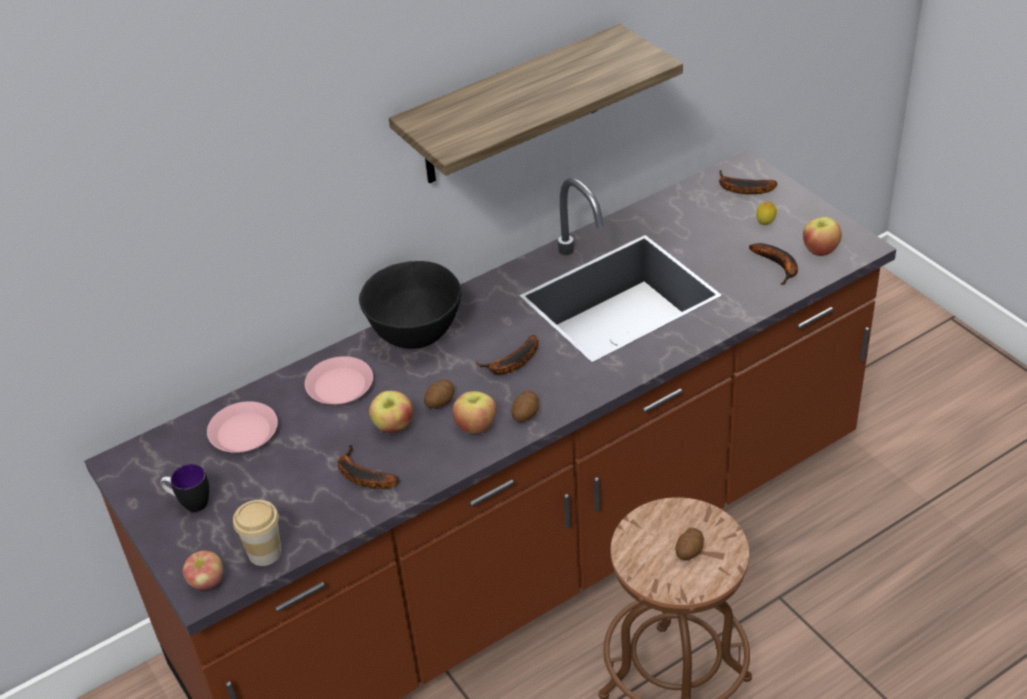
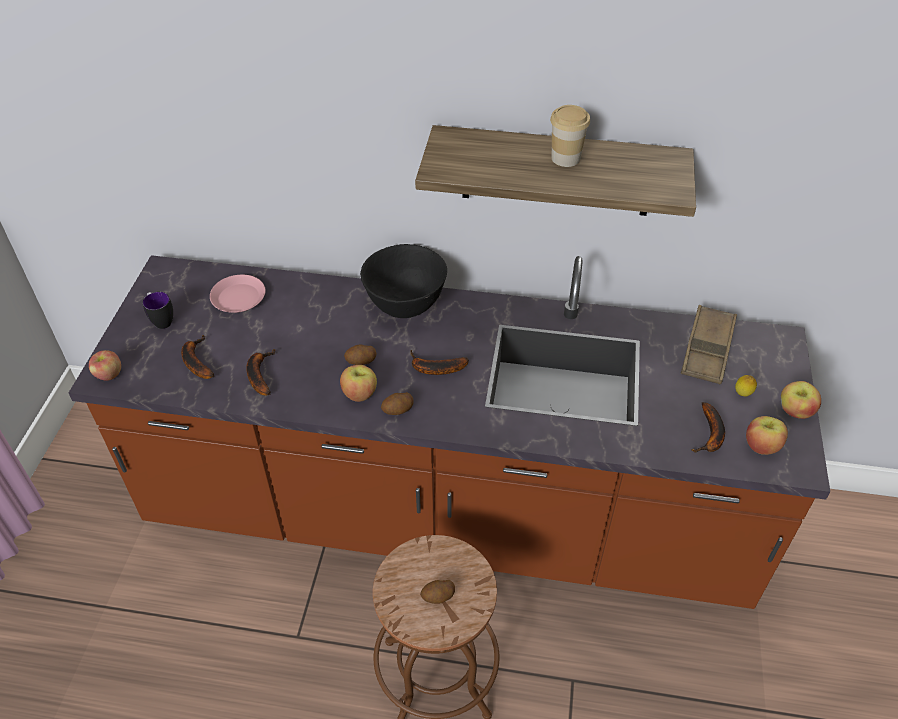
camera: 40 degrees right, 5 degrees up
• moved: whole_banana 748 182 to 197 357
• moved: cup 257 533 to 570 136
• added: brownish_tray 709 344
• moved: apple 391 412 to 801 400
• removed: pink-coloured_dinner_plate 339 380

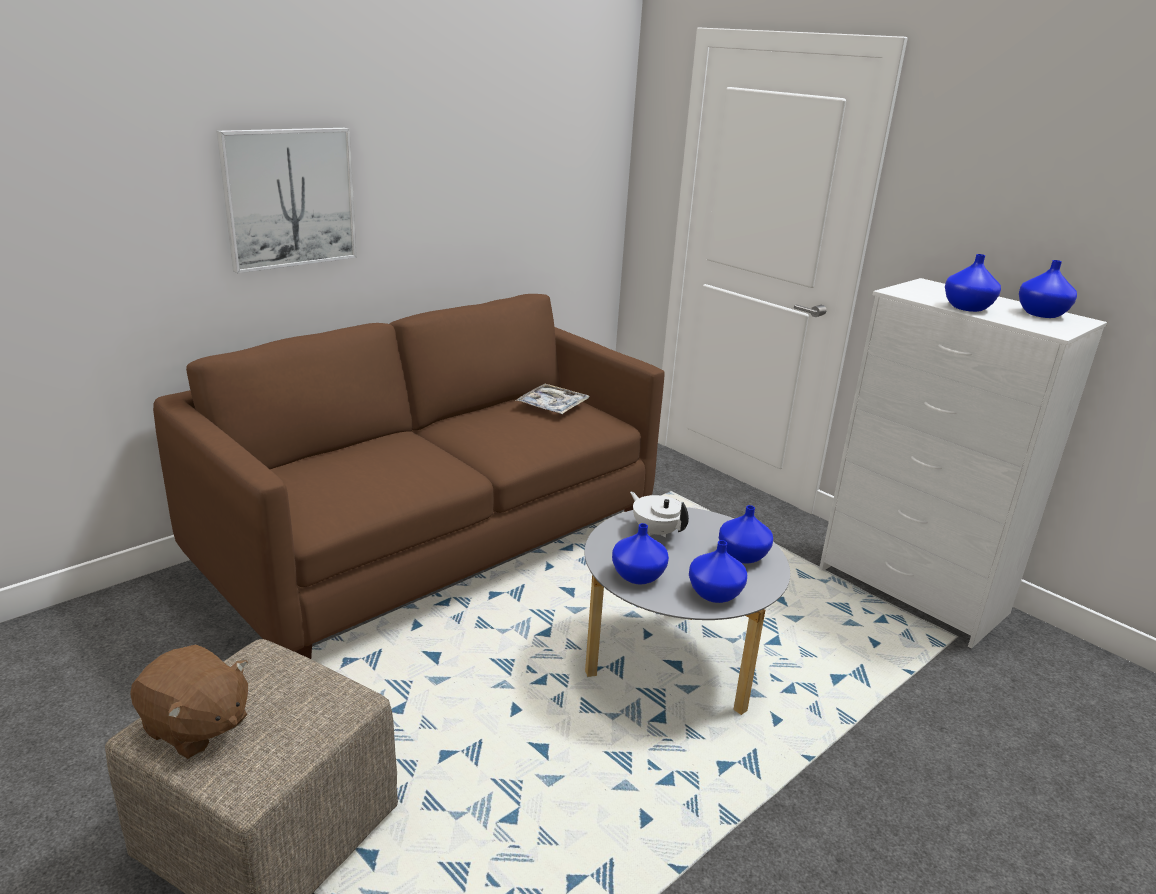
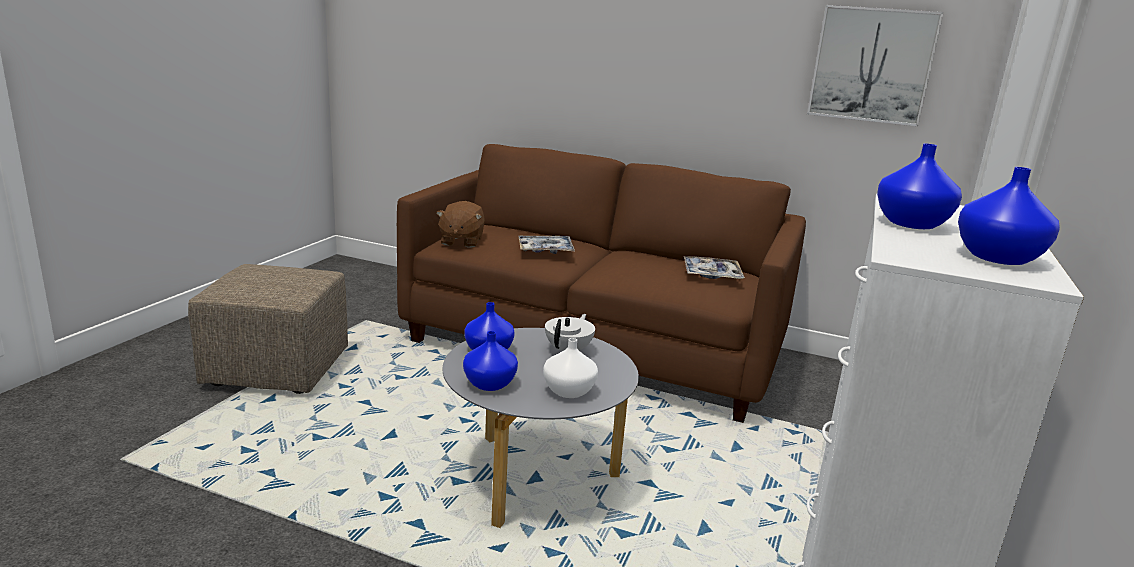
camera: 65 degrees right, 5 degrees down
• moved: brownish_soft_toy 189 701 to 460 224
• added: tray 546 245
• recoloured: blue-coloured_decorative_vase 746 534 to white_decorative_vase 570 368
• moved: wall_art 287 200 to 875 66

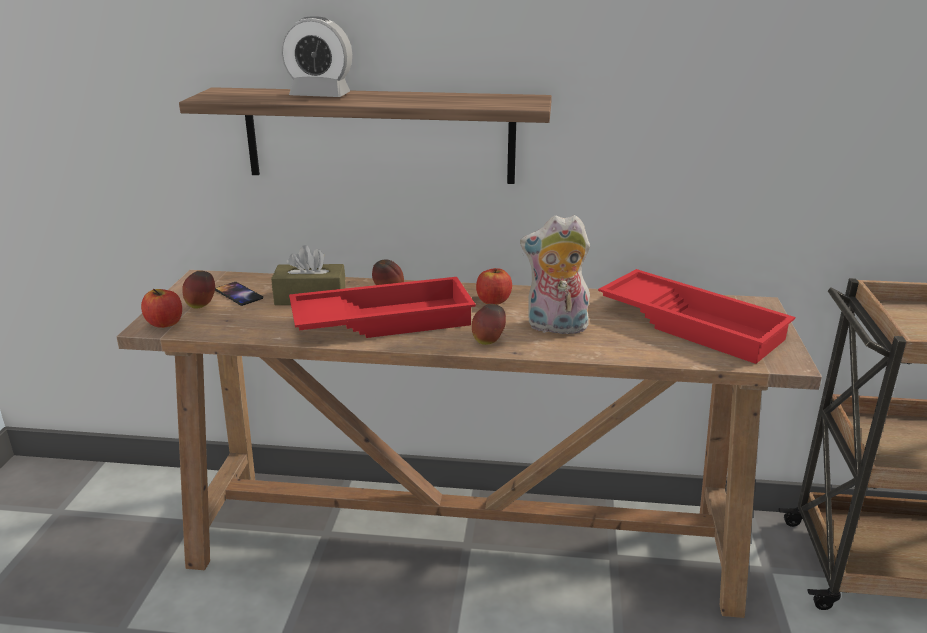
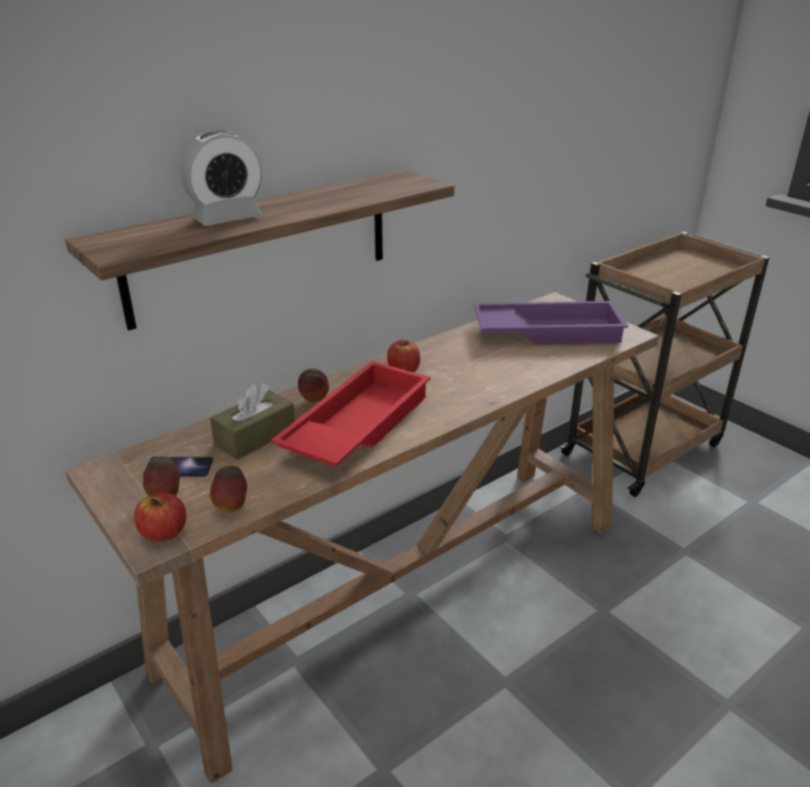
camera: 45 degrees left, 5 degrees up
• moved: apple 489 324 to 228 490
• recoloured: red-coloured_tray 696 316 to purple_tray 551 322
• removed: soft_toy 555 276

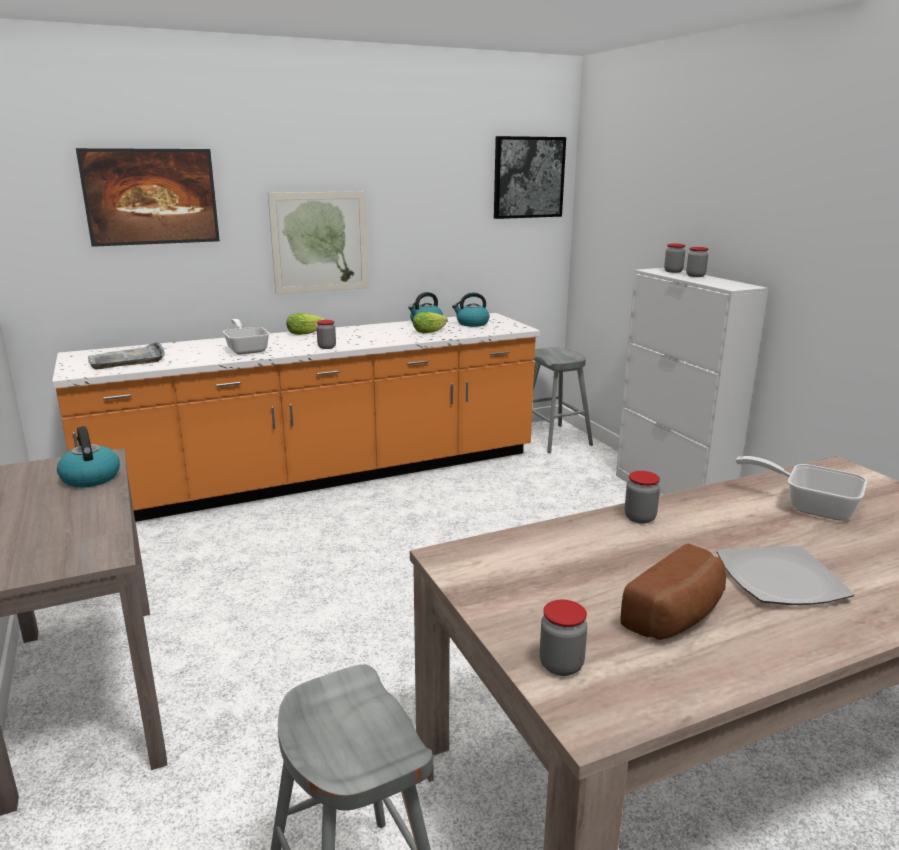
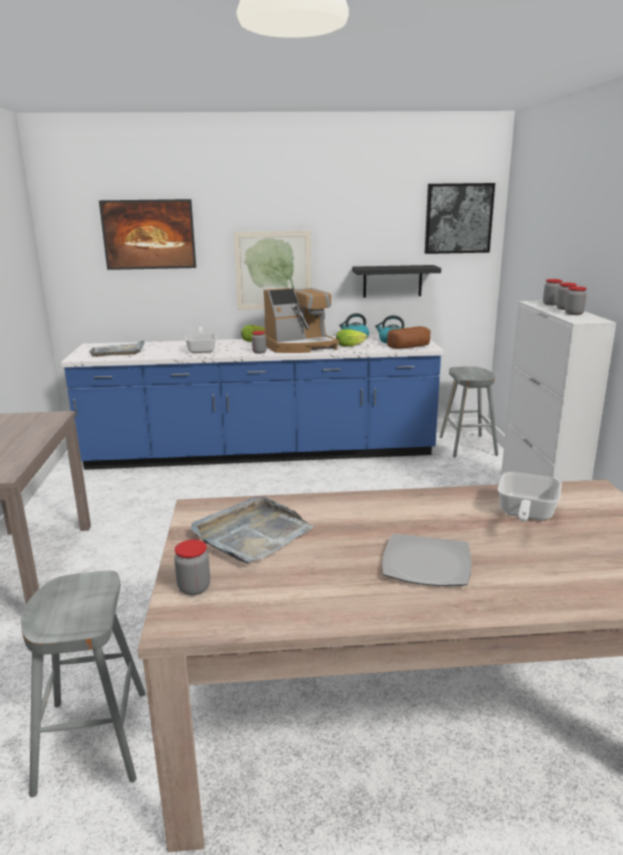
camera: 20 degrees right, 0 degrees up
• recoloured: orangey_kitchen_base_unit 296 417 to blue-coloured_kitchen_base_unit 252 402
• added: grey_tray 252 530
• added: coffee_brewer 301 320
• added: black-coloured_bracket_shelf 396 281
• moved: baked_bread 673 592 to 409 337
• turned: pan 801 488 = 530 497 120 degrees counterclockwise
• moved: preserve_jar 642 497 to 576 300
• removed: kettle 88 457

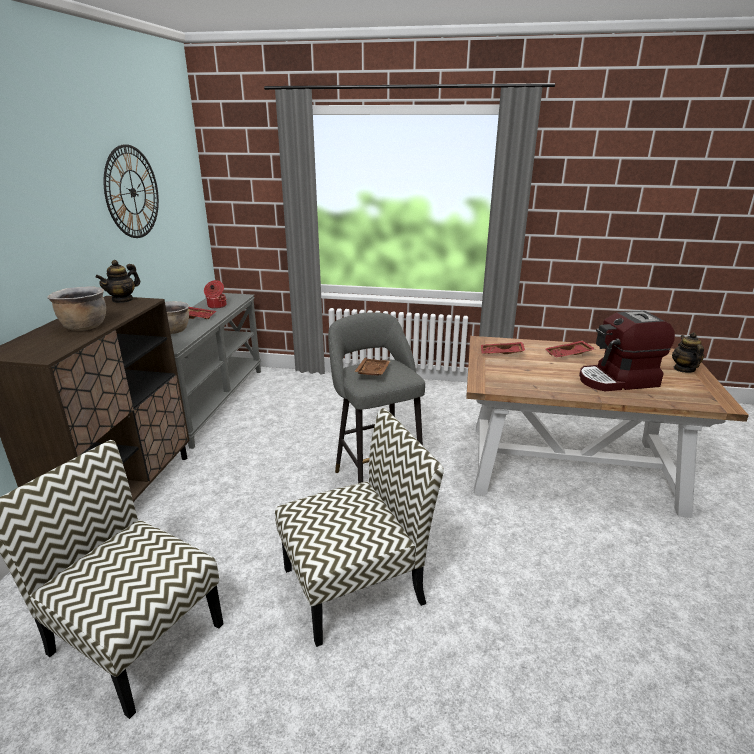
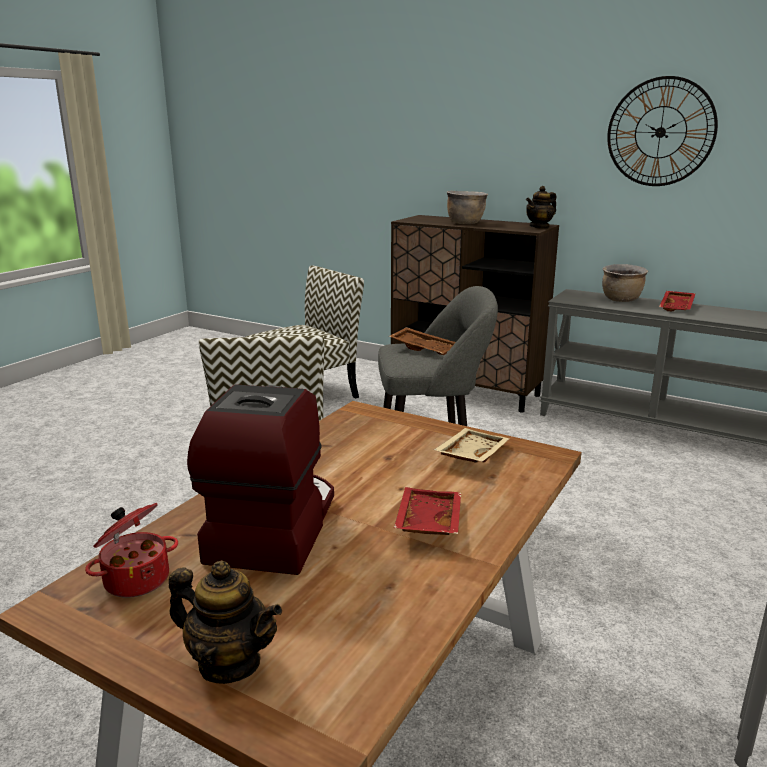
camera: 110 degrees right, 5 degrees down
• moved: cooking_pot 215 294 to 131 550
• recoloured: red-coloured_tray 503 348 to beige_tray 472 445
• turned: teapot 118 281 = 541 207 90 degrees counterclockwise

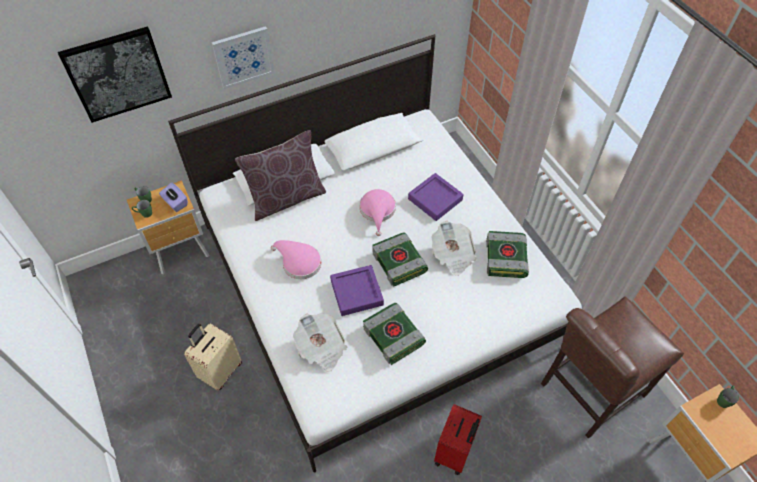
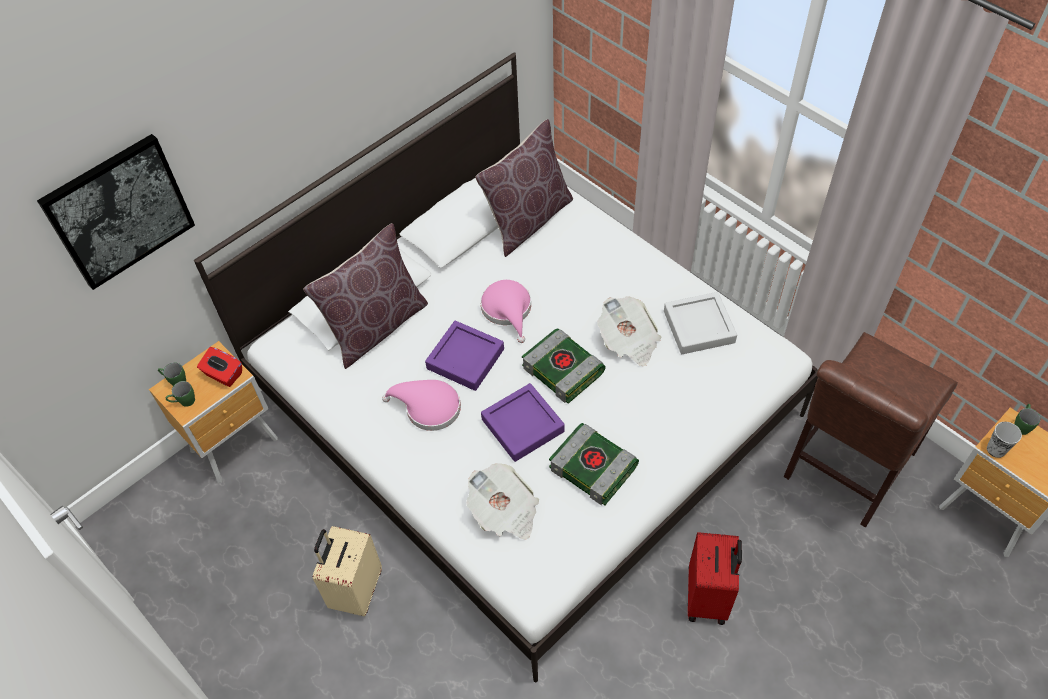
camera: 15 degrees left, 0 degrees up
• recoloured: purple_tissue_box 173 197 to red-coloured_tissue_box 219 367
• moved: purple_tray 436 197 to 464 356
• added: brownish_pillow 524 188
• replaced: volume 507 254 to grey_tray 700 323
• added: cup 1004 440
• removed: wall_art 243 57

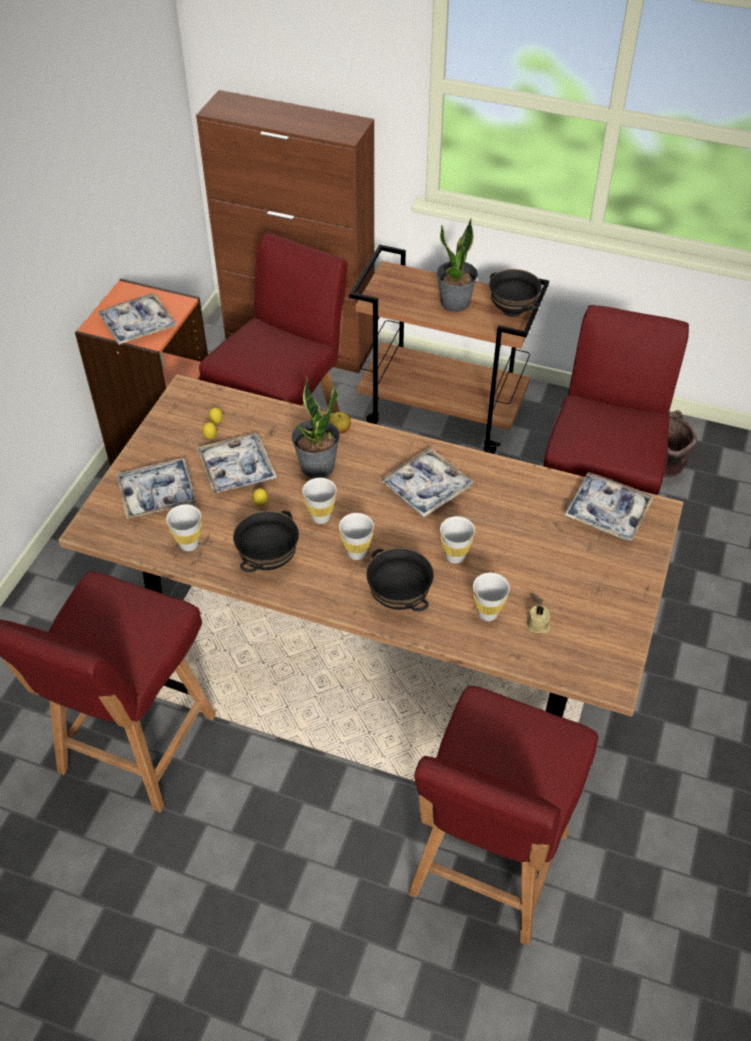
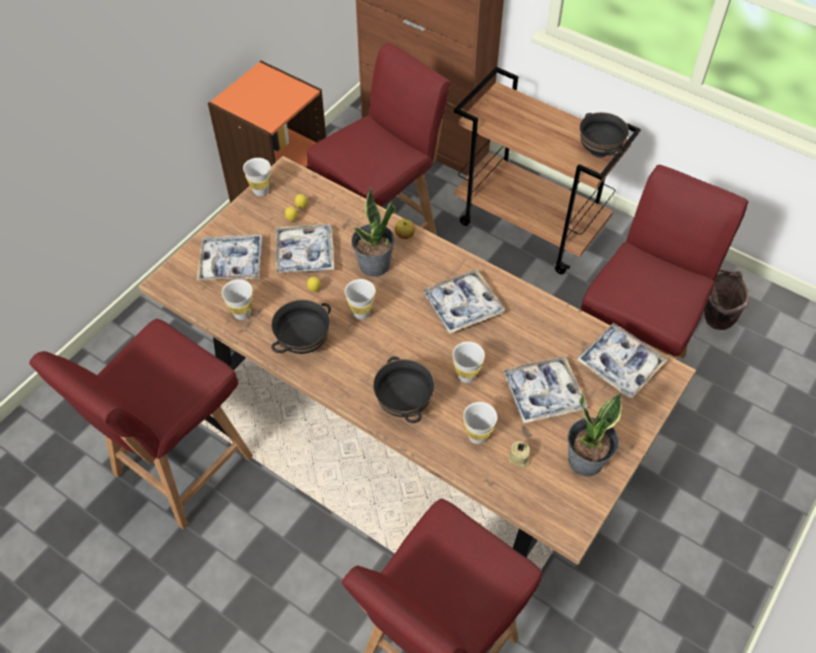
camera: 15 degrees right, 5 degrees up
• moved: white_cup 356 536 to 257 177
• moved: tray 137 319 to 545 390
• moved: plant_in_a_pot 457 265 to 594 434

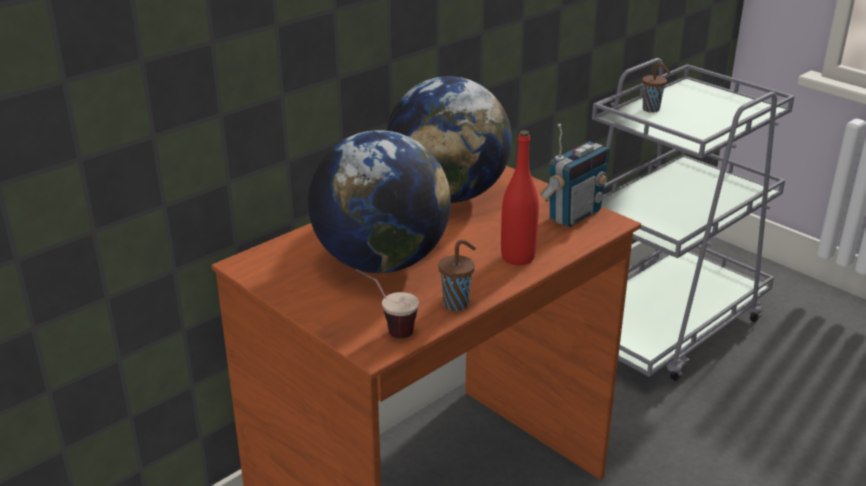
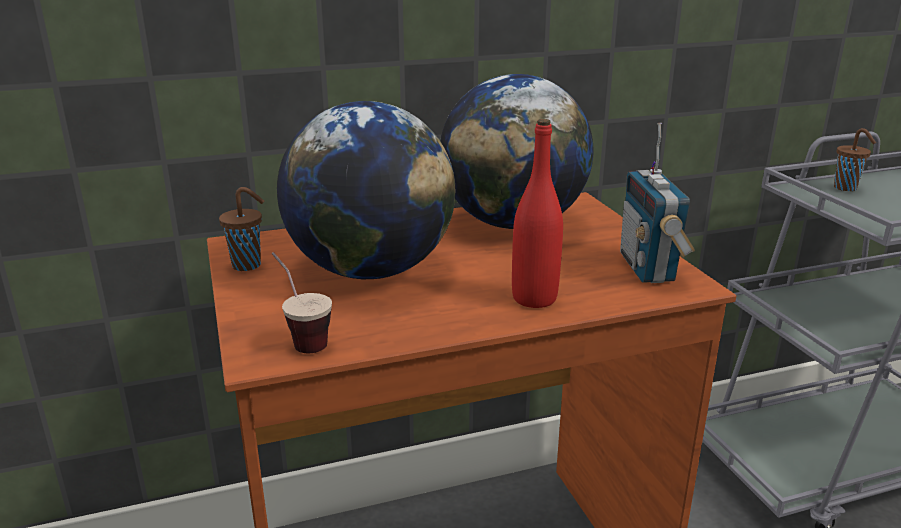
camera: 25 degrees right, 5 degrees down
• moved: brownish_cup 457 275 to 241 229
• turned: radio 575 175 = 657 203 105 degrees clockwise

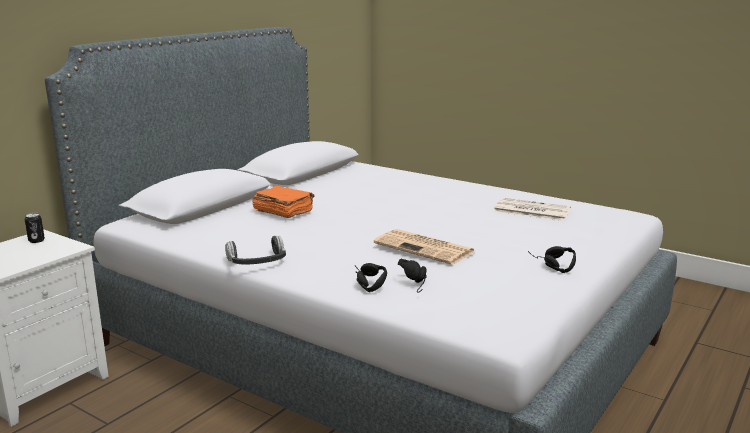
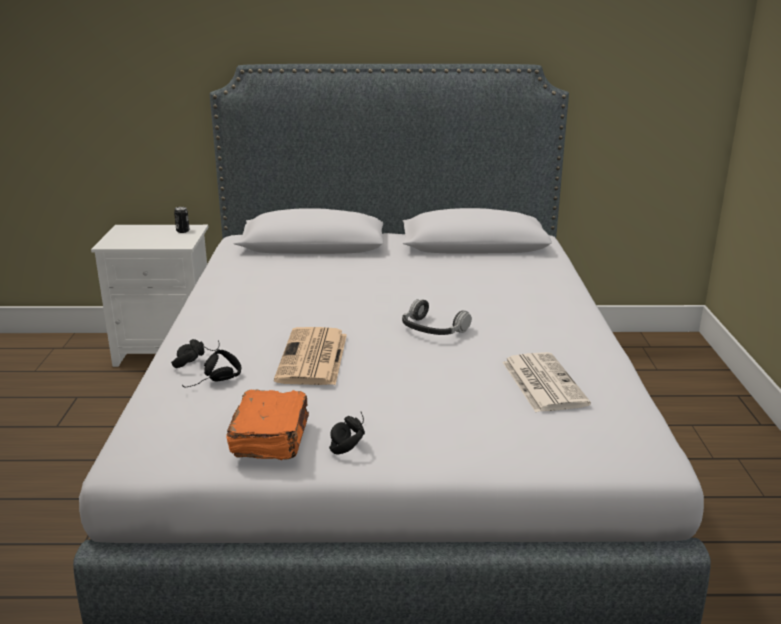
camera: 55 degrees right, 5 degrees up
• moved: orangey_volume 283 202 to 267 425
• moved: headphones 255 250 to 437 317

